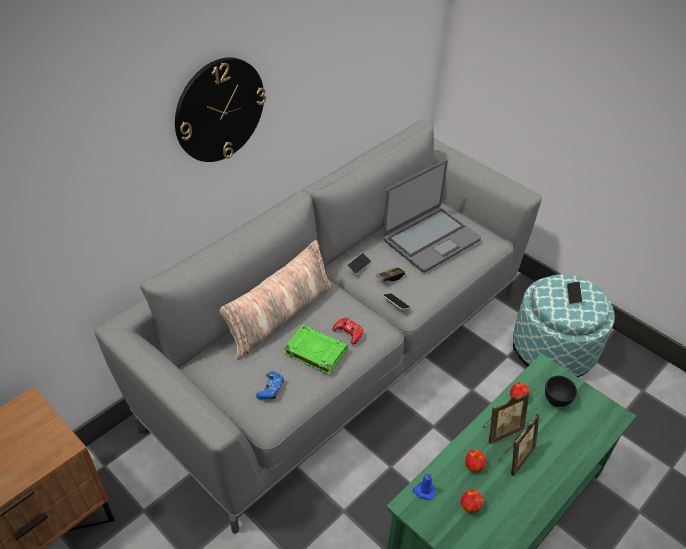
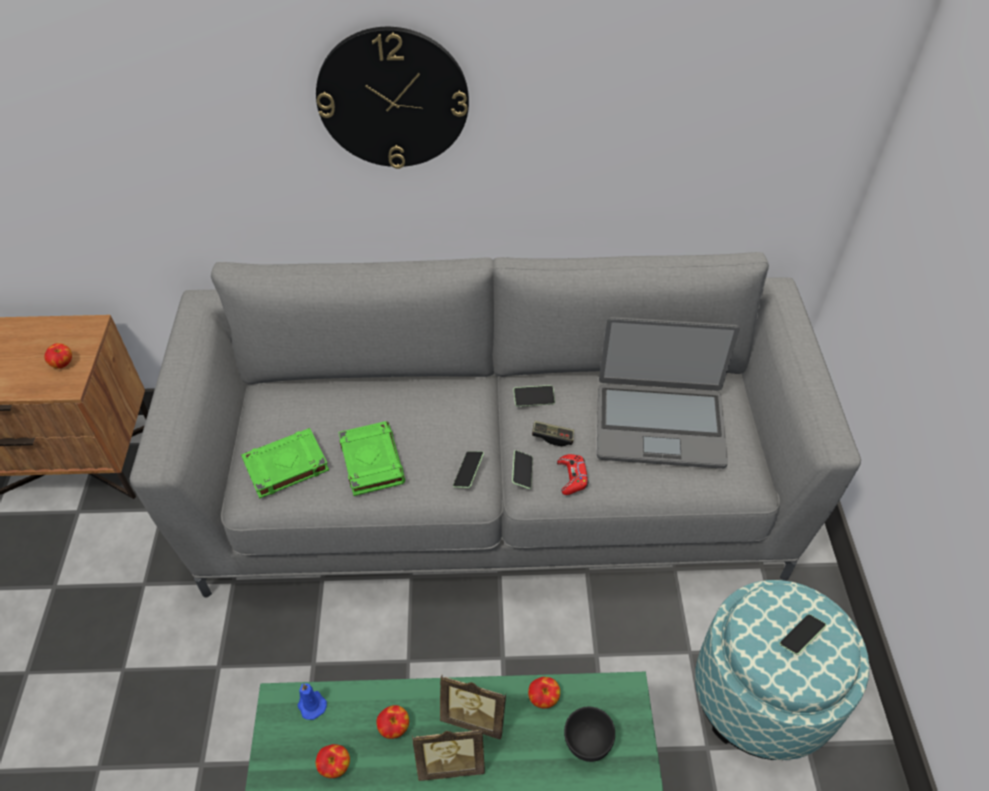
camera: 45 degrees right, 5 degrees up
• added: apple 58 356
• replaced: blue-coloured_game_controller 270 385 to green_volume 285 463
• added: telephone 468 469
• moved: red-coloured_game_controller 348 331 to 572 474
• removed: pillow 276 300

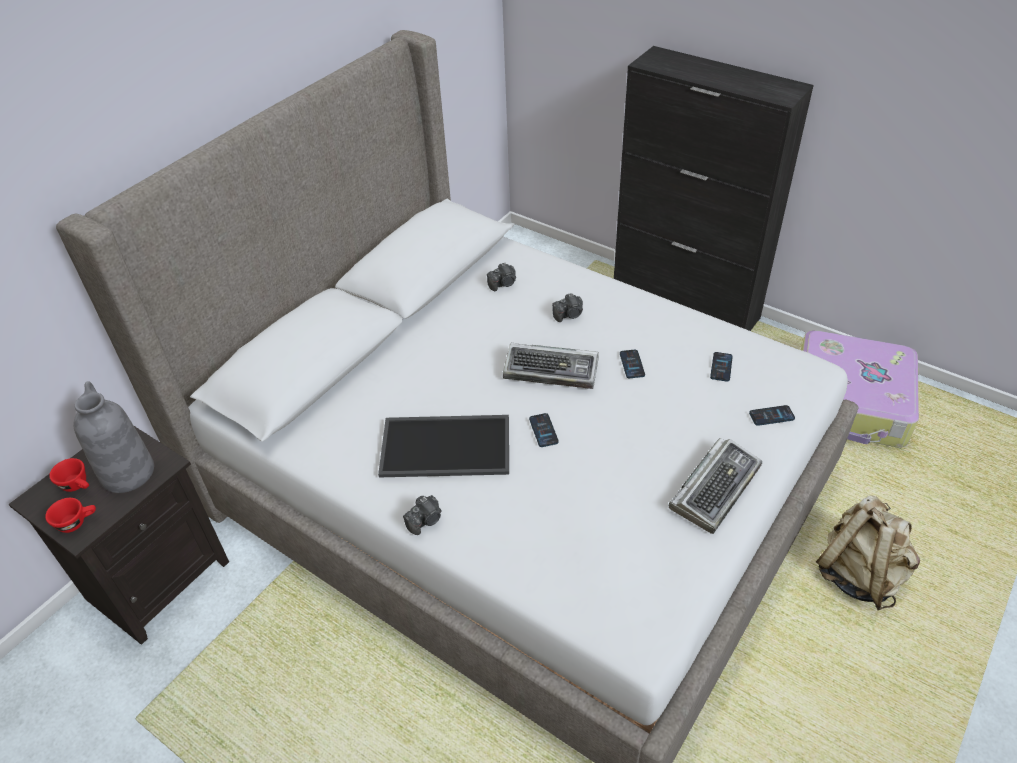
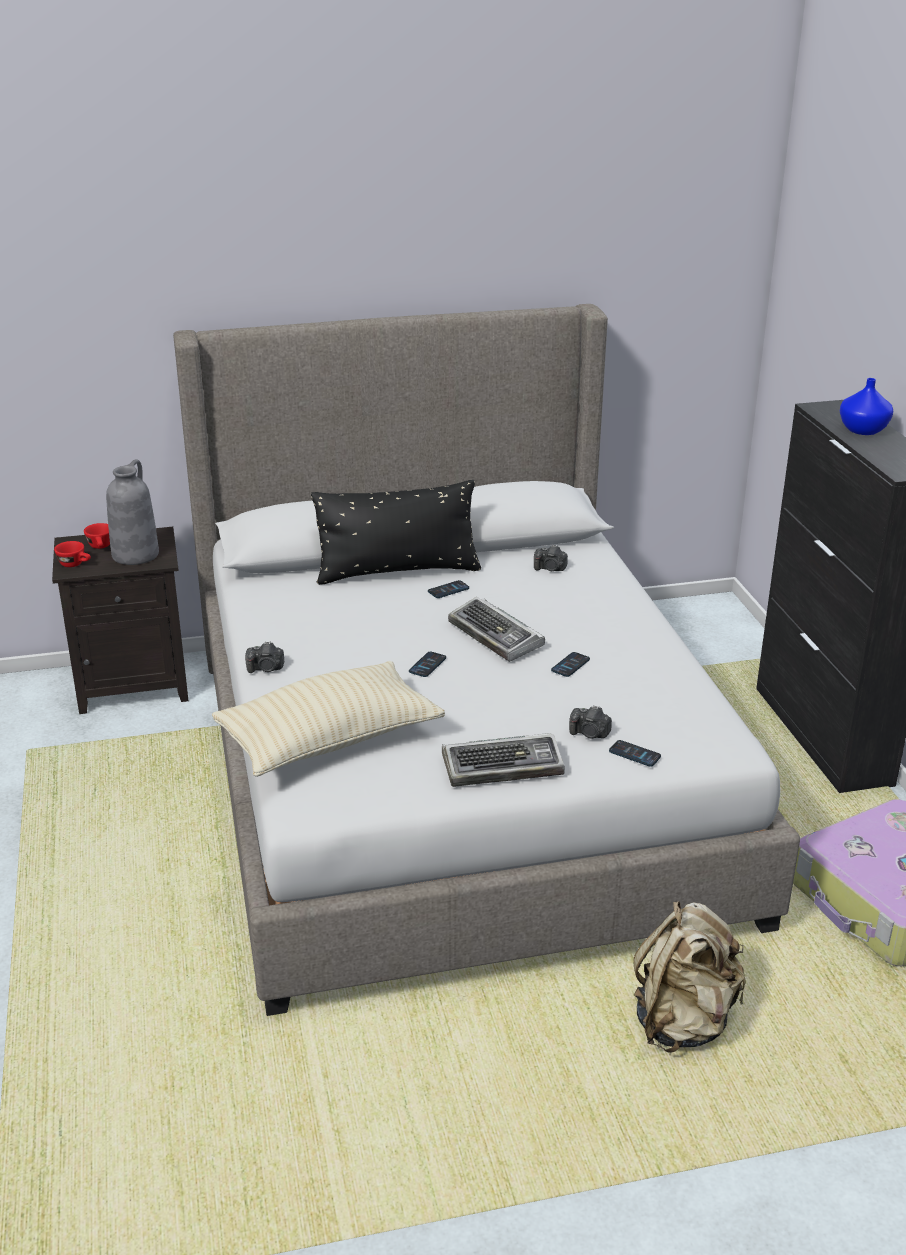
camera: 40 degrees right, 15 degrees down
• added: beige_pillow 328 719
• added: black-coloured_pillow 396 532
• moved: telephone 721 367 to 448 589
• moved: photo_camera 567 307 to 590 722
• added: blue-coloured_decorative_vase 866 406
• removed: tray 443 446

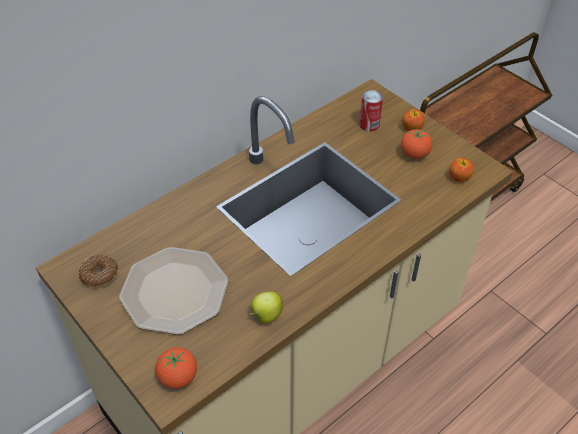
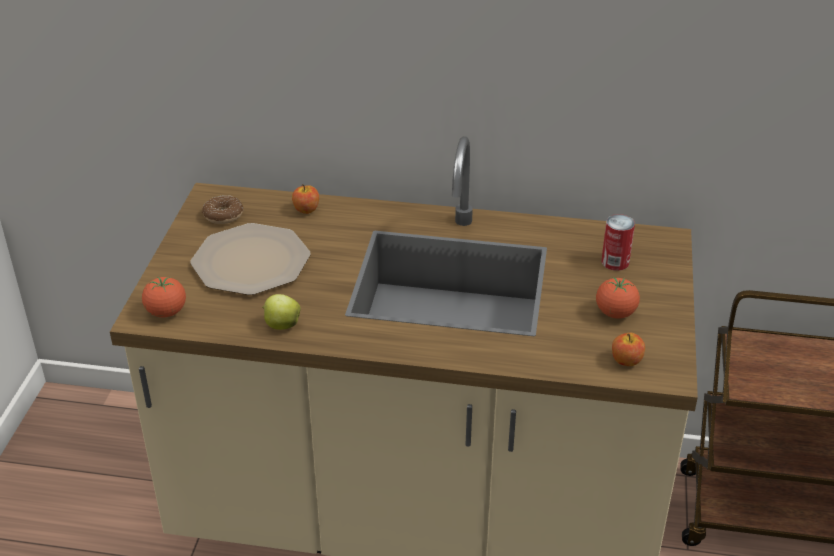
camera: 50 degrees right, 10 degrees down
• moved: apple 413 120 to 305 199

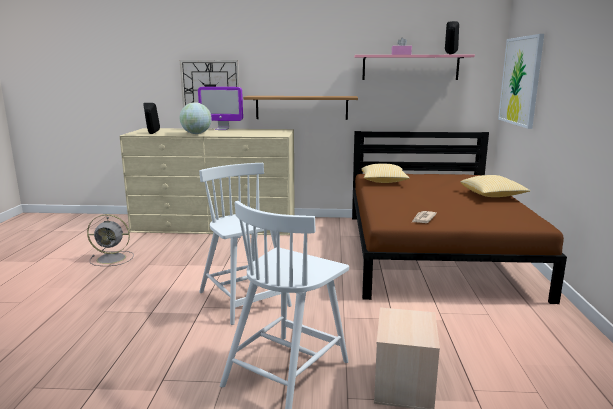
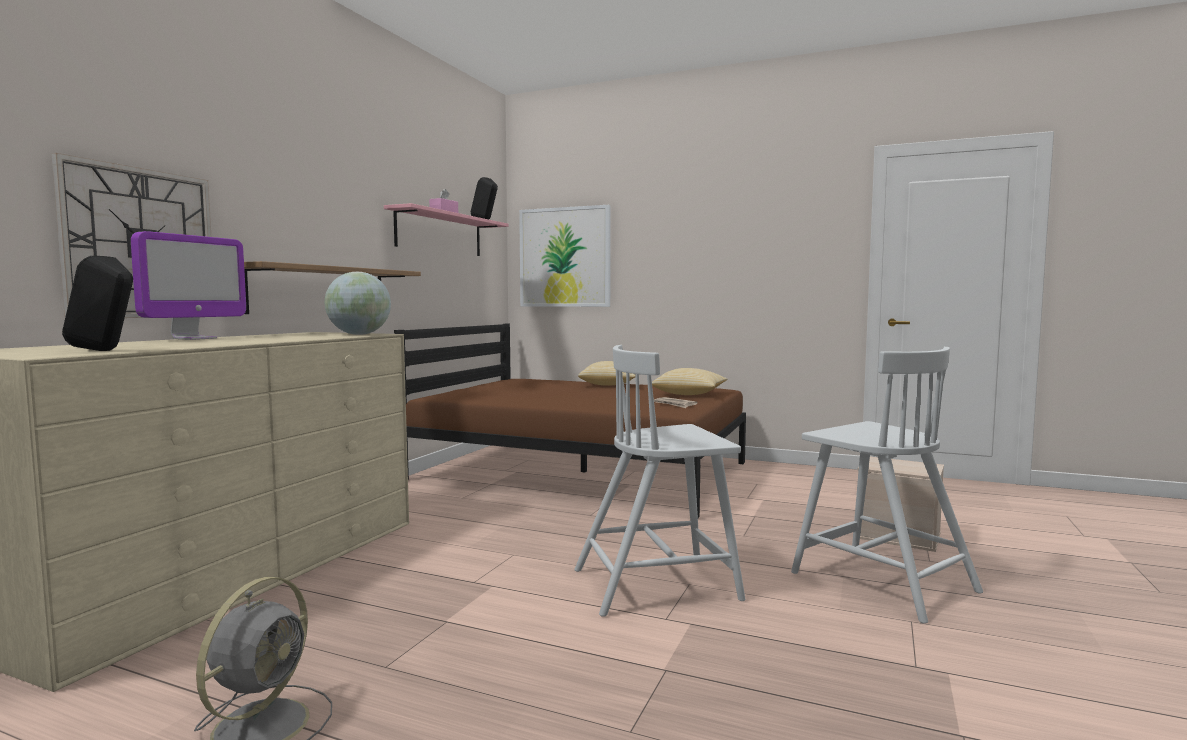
camera: 70 degrees left, 10 degrees down
• moved: desk_globe 196 118 to 358 303
• moved: pillow 385 173 to 690 381

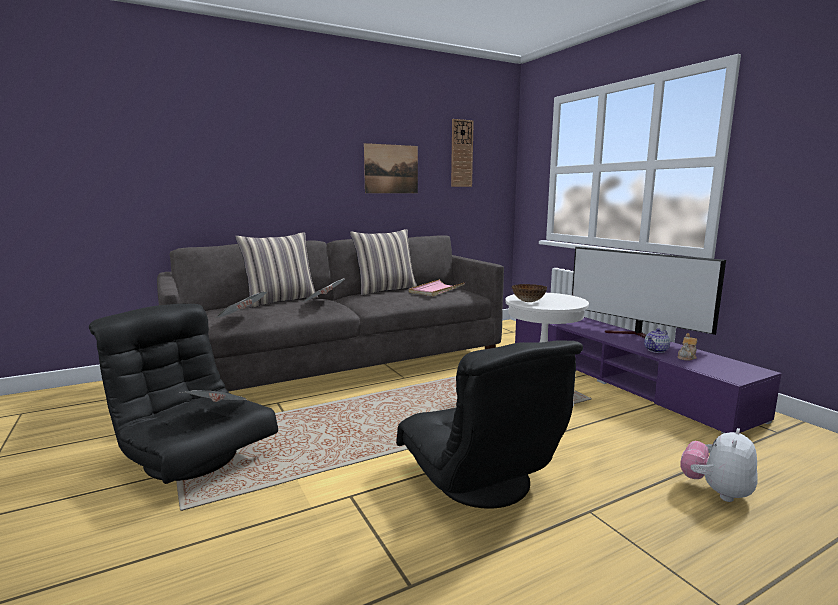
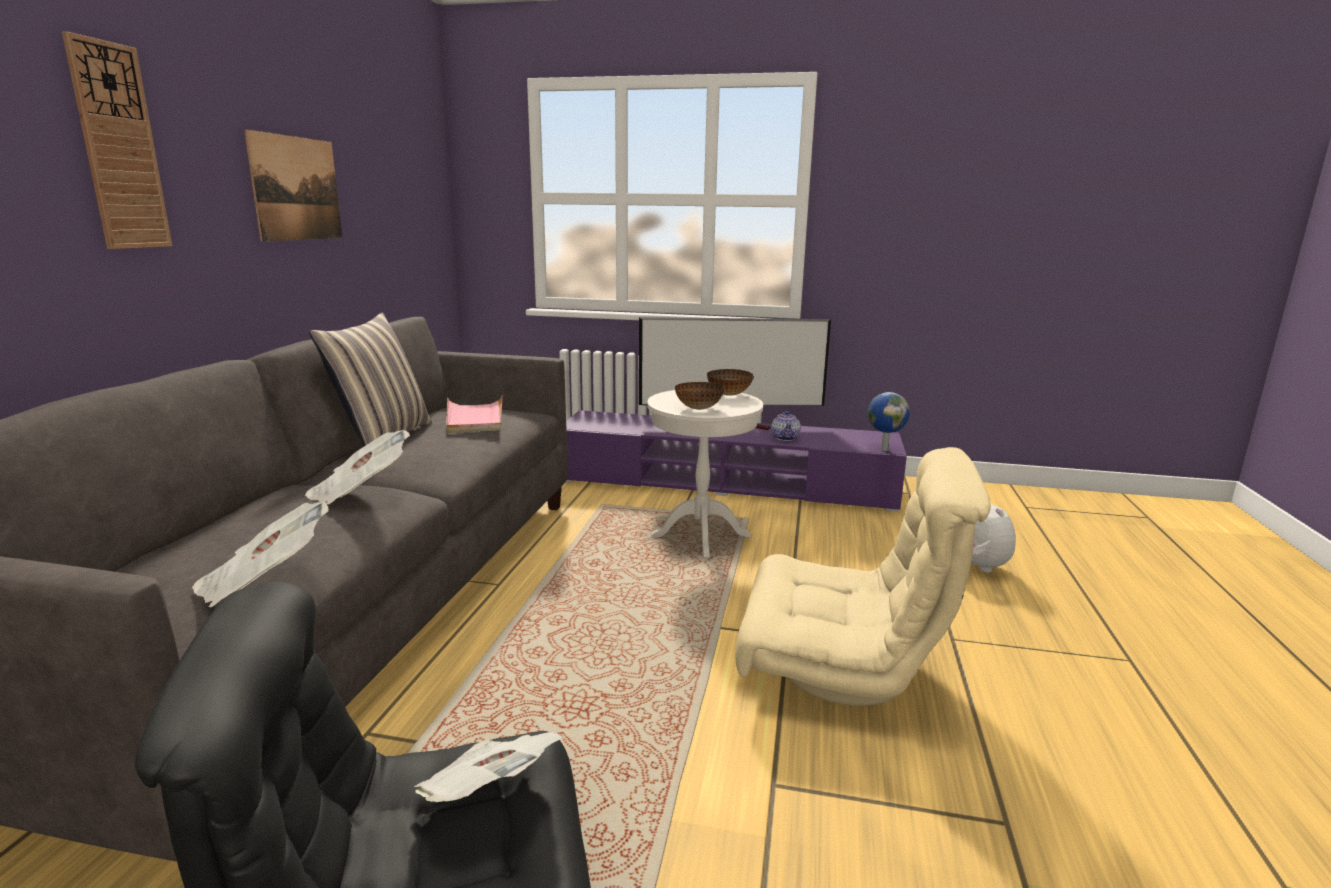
camera: 50 degrees left, 5 degrees up
• moved: clock_on_the_wall 462 153 to 117 140
• added: deep_dish 730 382
• recoloured: black-coloured_armchair 489 424 to beige_armchair 863 576
• added: desk_globe 889 421
• removed: pillow 276 270
• removed: teapot 687 347

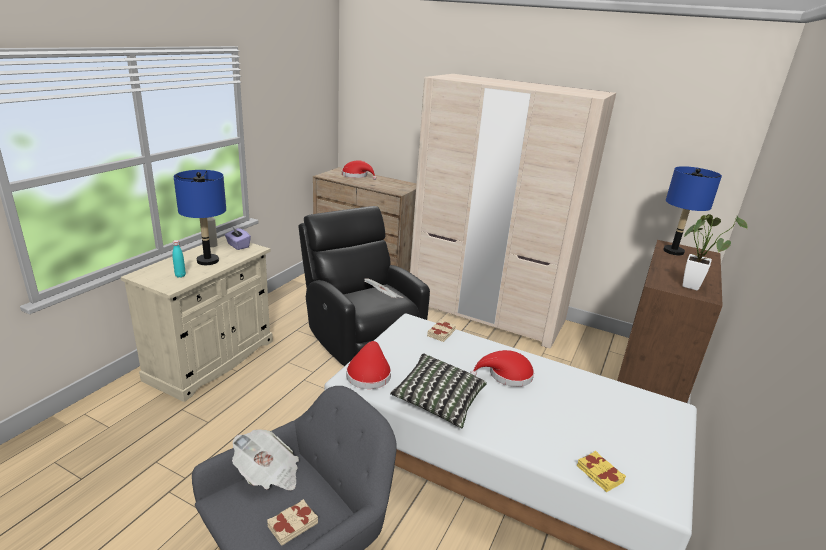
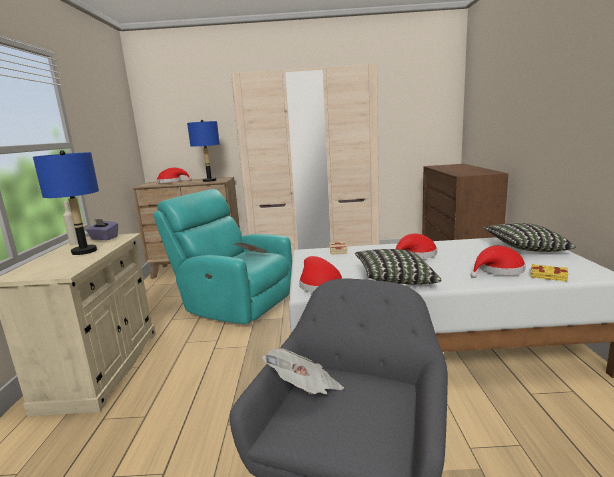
camera: 25 degrees left, 10 degrees down
• recoloured: black-coloured_armchair 364 286 to blue-green_armchair 222 256
• moved: blue-coloured_lamp_for_a_table 692 211 to 203 151
• added: red-coloured_wearable_hat 498 262
• added: pillow 530 237
• removed: blue-green_beverage_bottle 179 259
• removed: beige_volume 292 522
• removed: plant_in_a_pot 715 252

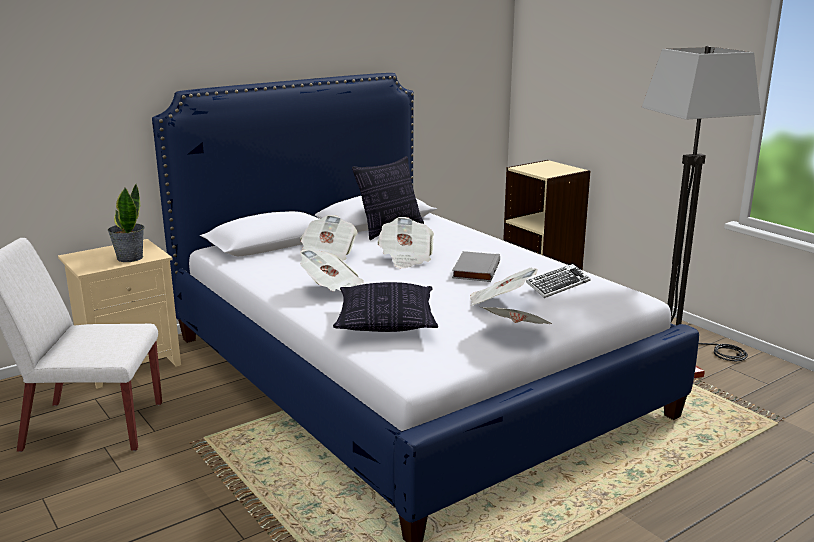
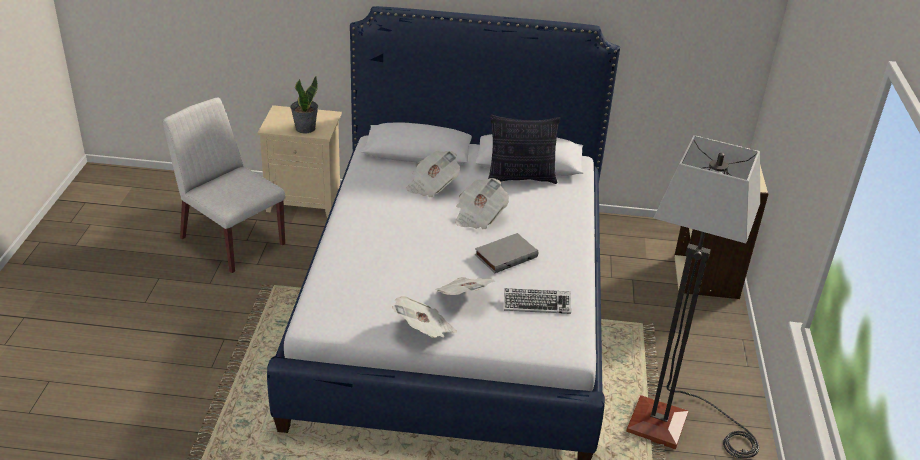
camera: 40 degrees right, 15 degrees up
• removed: printed_paper 332 270
• removed: pillow 385 307

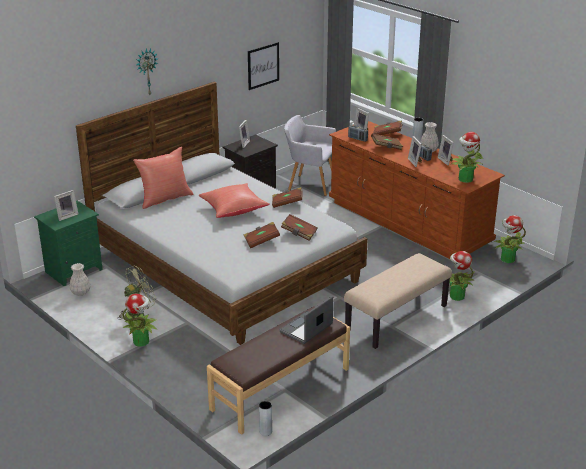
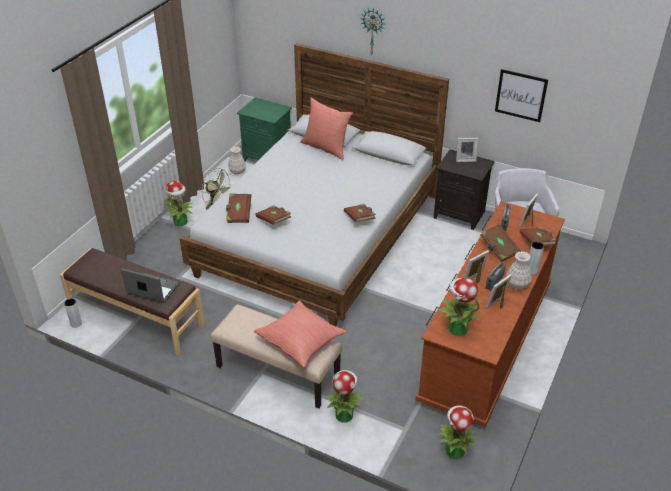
camera: 70 degrees right, 10 degrees up
• moved: brownish_volume 299 227 to 238 208
• moved: red-coloured_pillow 234 200 to 300 333
• removed: standing_frame 66 205

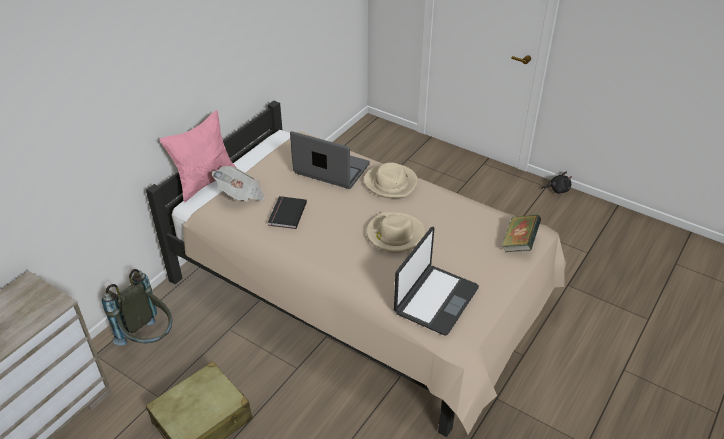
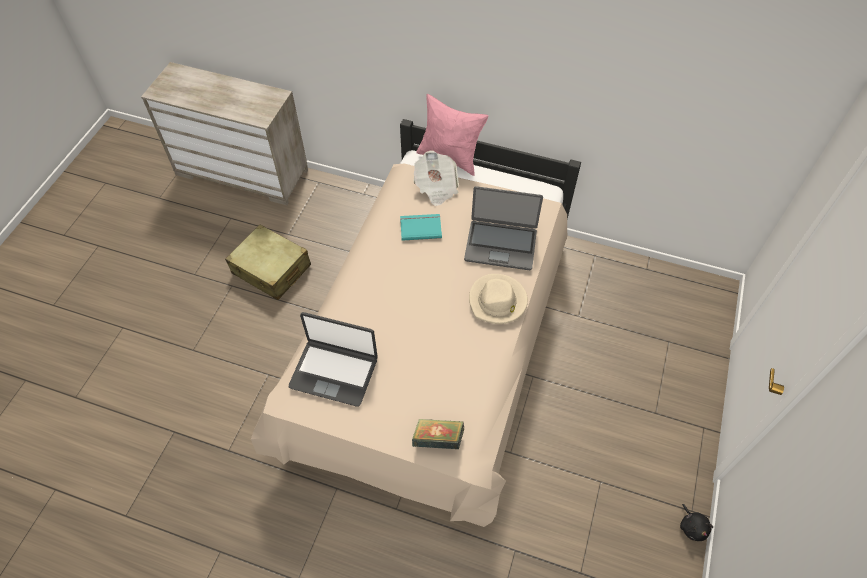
camera: 75 degrees right, 15 degrees up
• recoloured: black-coloured_volume 287 212 to blue-green_volume 421 227
• turned: portable_computer 330 160 = 503 228 90 degrees clockwise
• removed: grey_rucksack 137 307
• removed: beige_wearable_hat 395 232

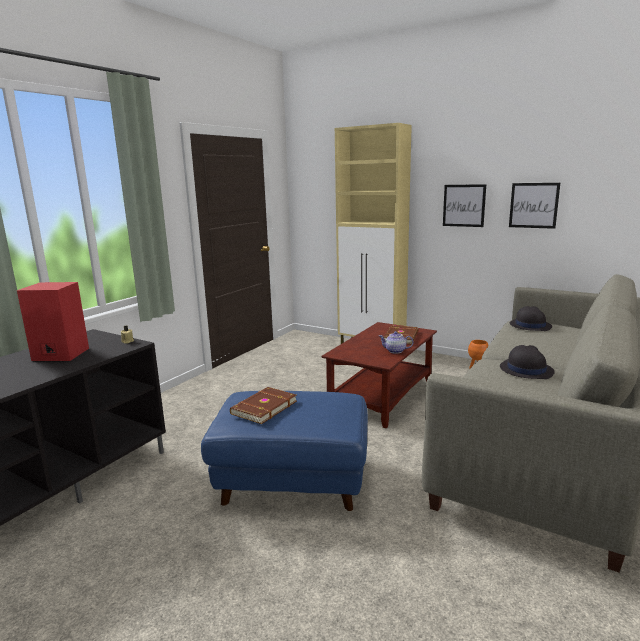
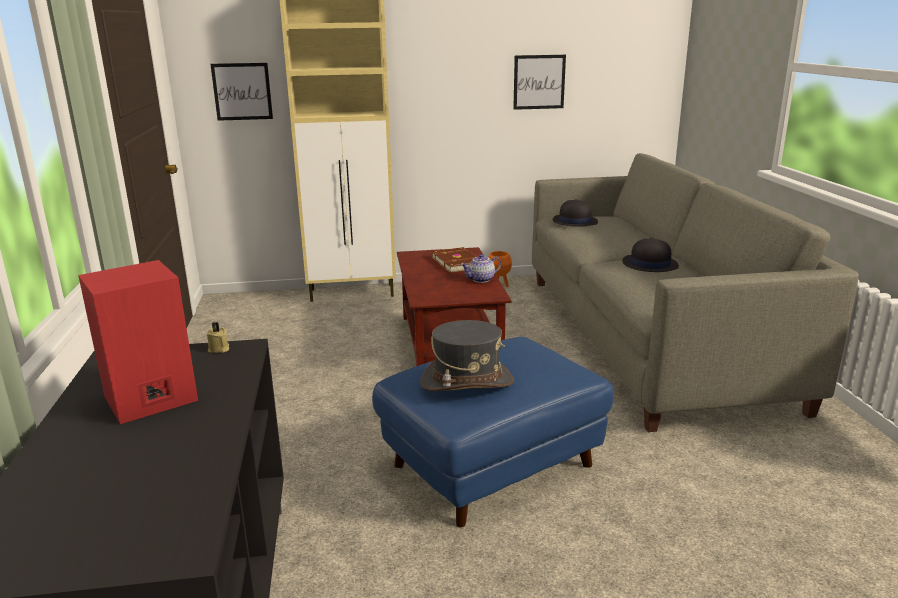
camera: 40 degrees left, 5 degrees up
• moved: wall_art 464 205 to 241 92
• replaced: brownish_volume 263 405 to grey_wearable_hat 467 355

